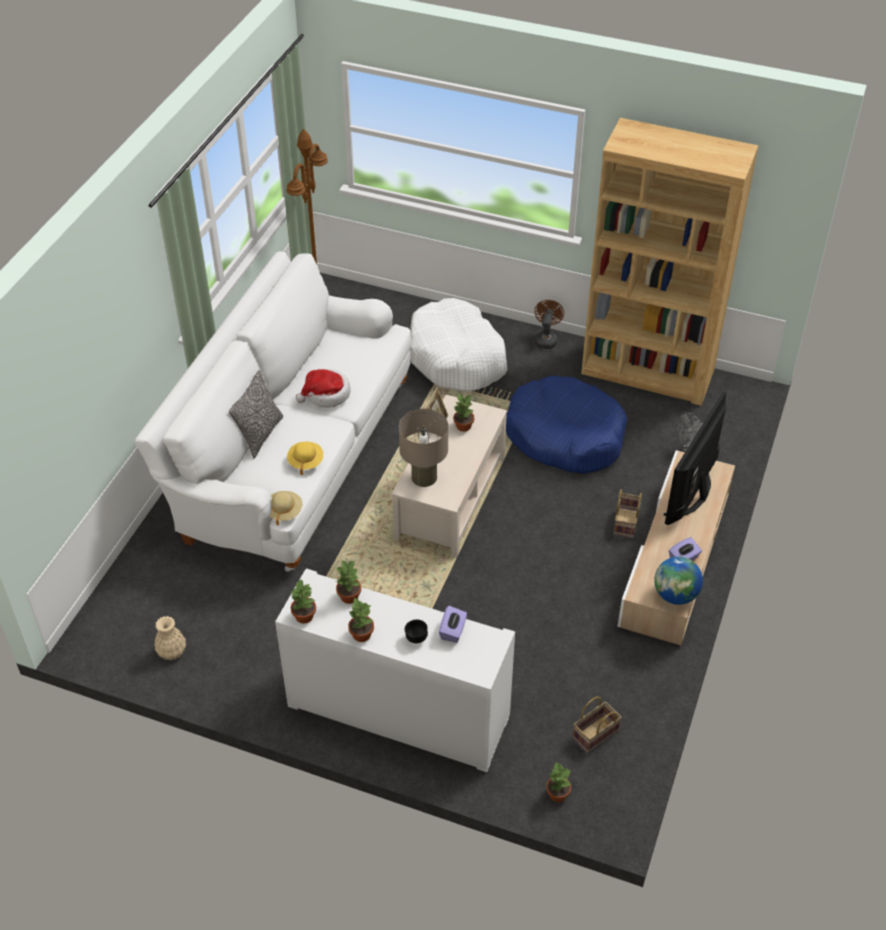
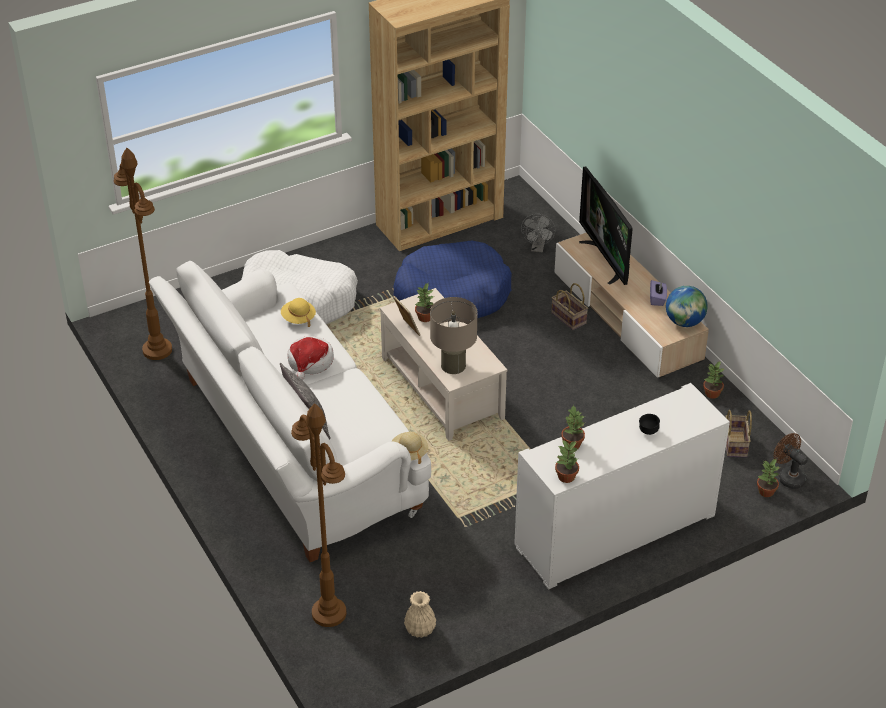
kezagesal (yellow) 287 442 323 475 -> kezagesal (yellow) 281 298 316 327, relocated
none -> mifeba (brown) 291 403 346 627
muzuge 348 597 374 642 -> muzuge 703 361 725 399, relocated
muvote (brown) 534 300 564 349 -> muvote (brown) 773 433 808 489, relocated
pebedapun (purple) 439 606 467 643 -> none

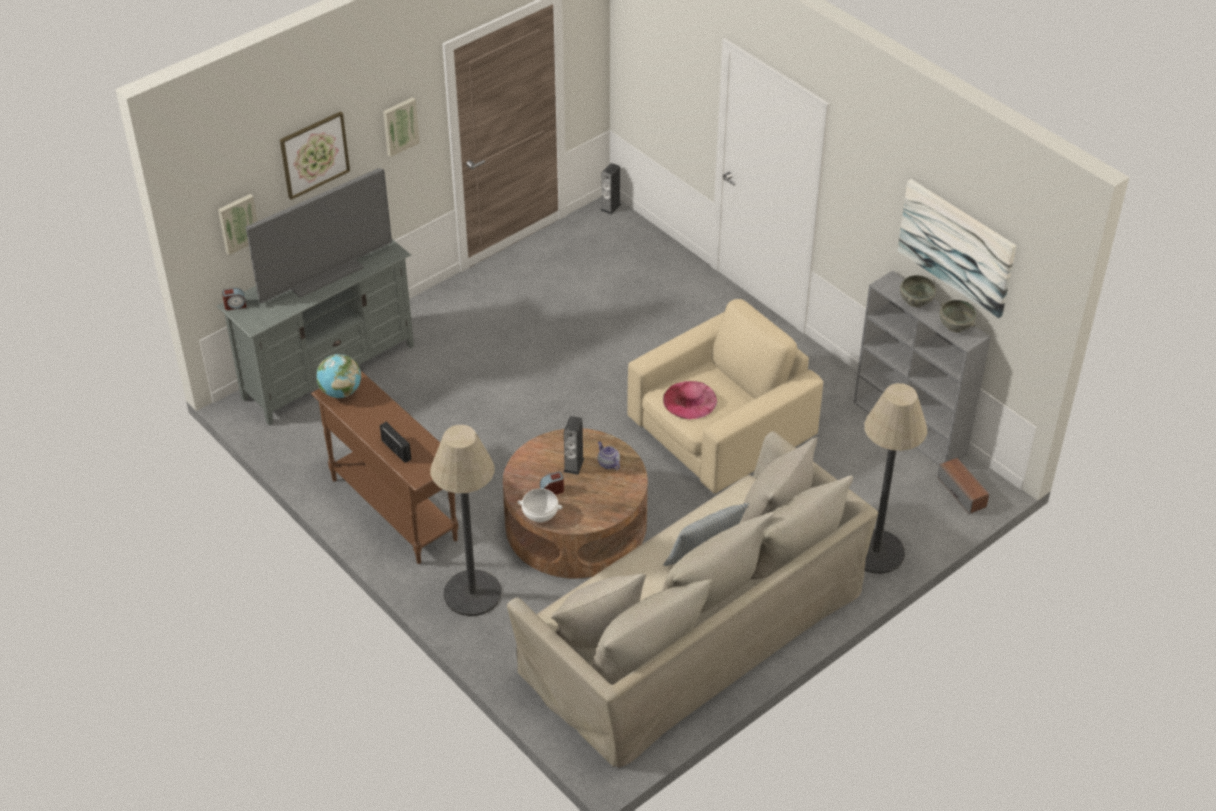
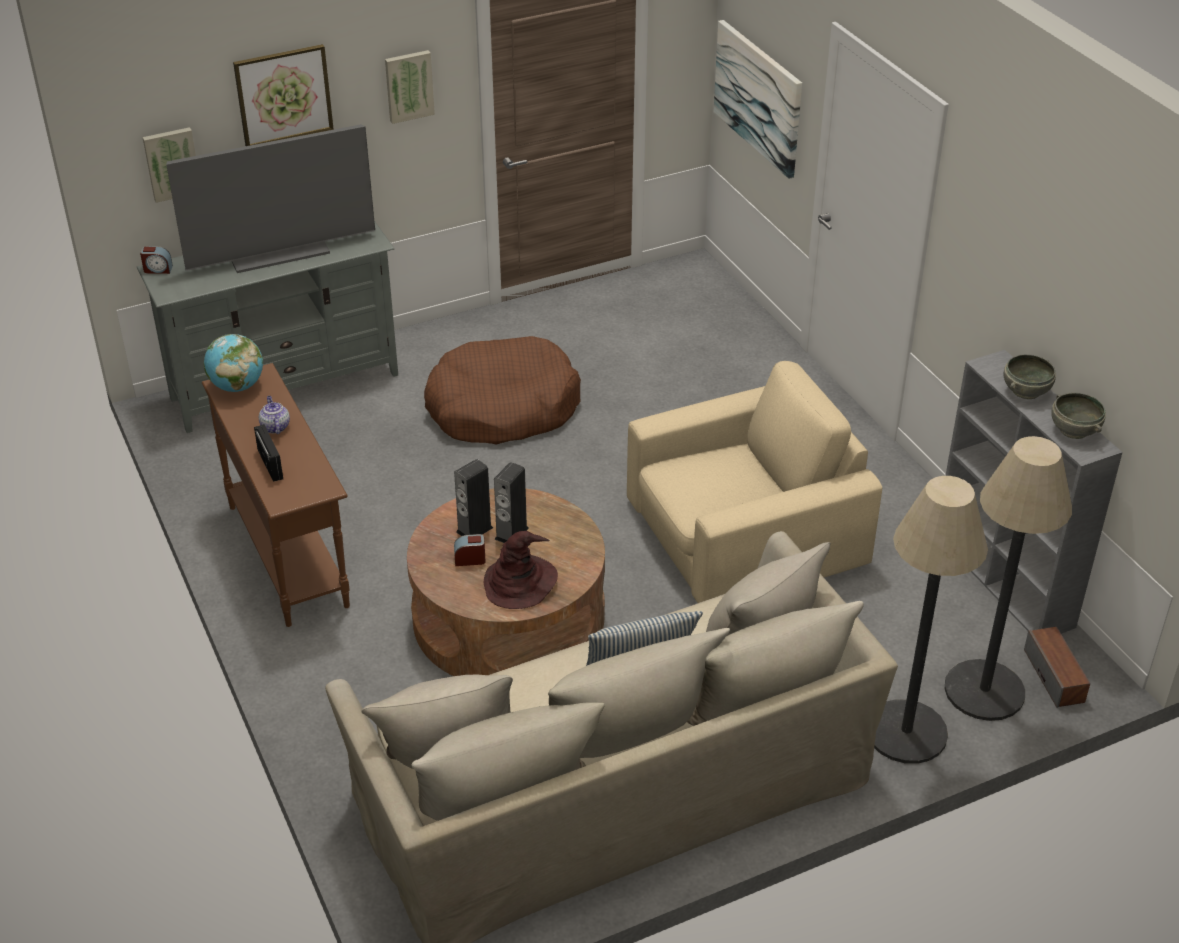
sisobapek 598 441 620 470 -> sisobapek 259 396 290 434, relocated
none -> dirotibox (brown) 424 336 581 444
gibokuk 600 163 621 215 -> gibokuk 454 459 493 536, relocated
none -> kezagesal (brown) 484 531 558 609
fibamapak 897 179 1017 318 -> fibamapak 714 20 802 179, relocated
mifeba 430 425 501 616 -> mifeba 945 436 1072 721, relocated
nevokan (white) 518 489 562 522 -> none
kezagesal (pink) 663 381 717 419 -> none

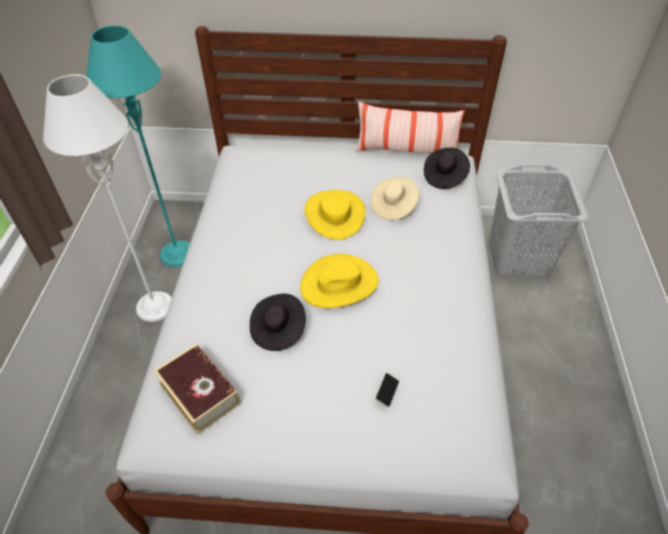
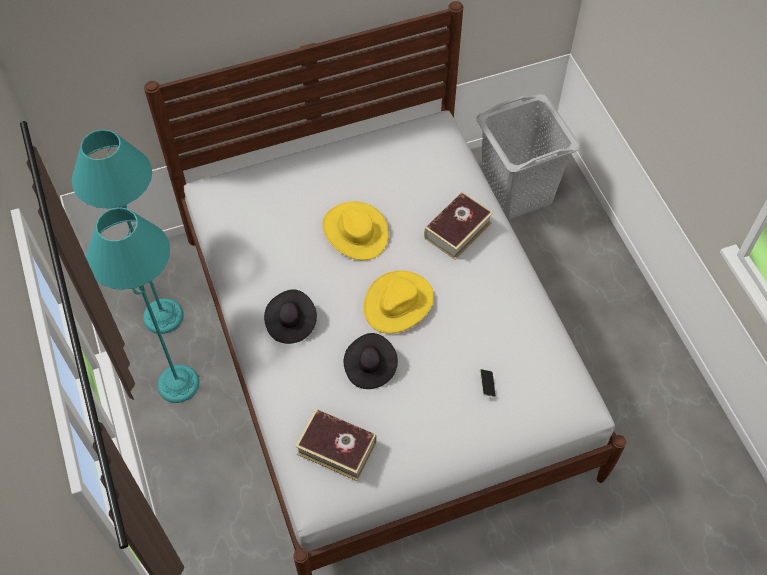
mifeba (white) 43 74 172 322 -> mifeba (turquoise) 86 207 199 403
kezagesal (black) 424 148 470 189 -> kezagesal (black) 264 289 317 344, relocated
none -> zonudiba 424 192 493 260
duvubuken 356 101 465 154 -> none
kezagesal (beige) 371 177 419 220 -> none

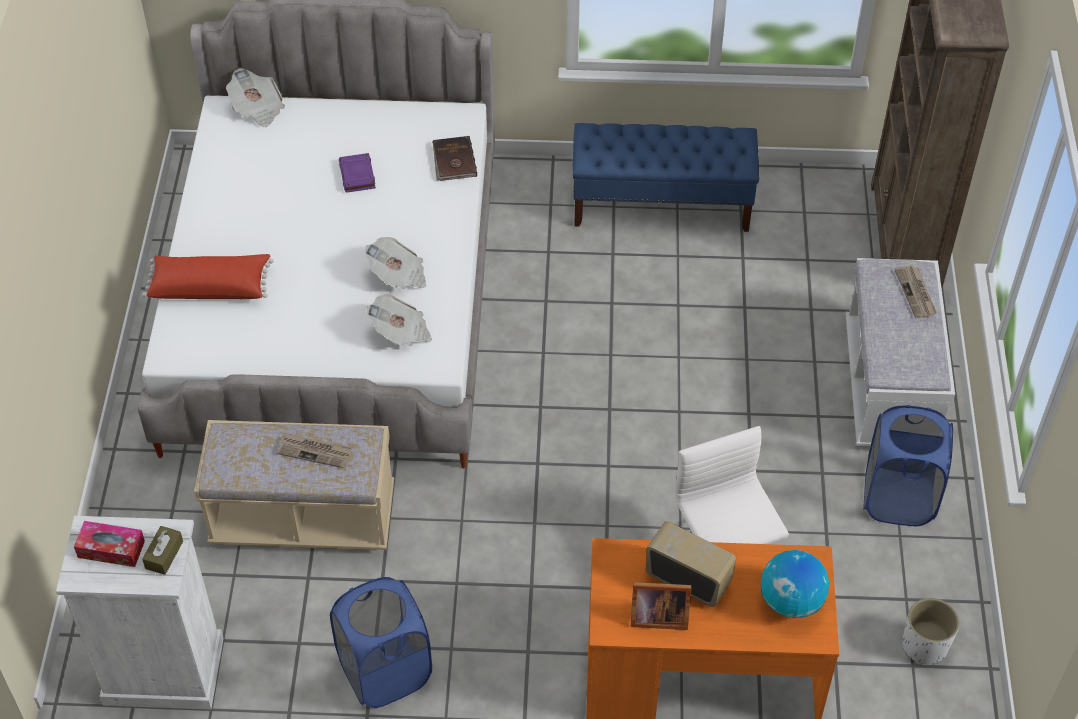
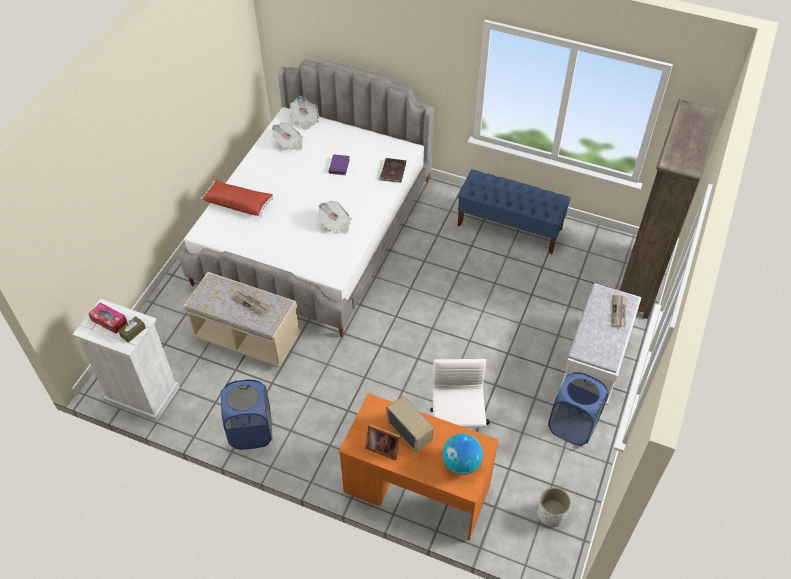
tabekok 366 294 432 346 -> tabekok 272 123 303 150, relocated

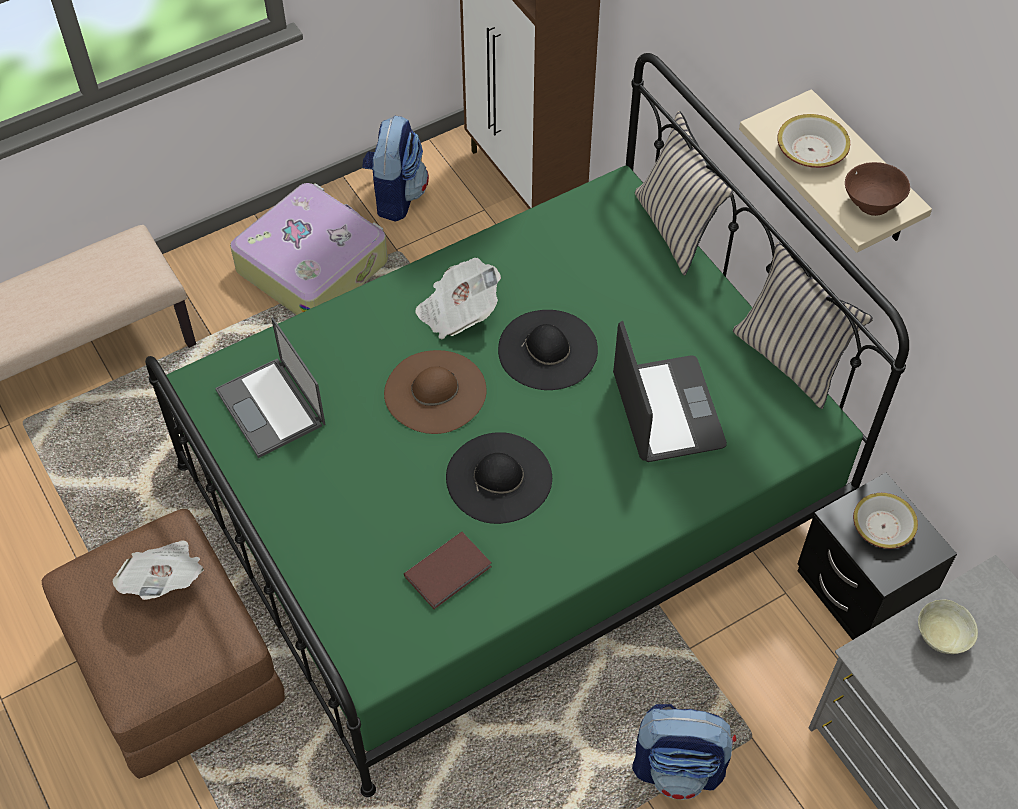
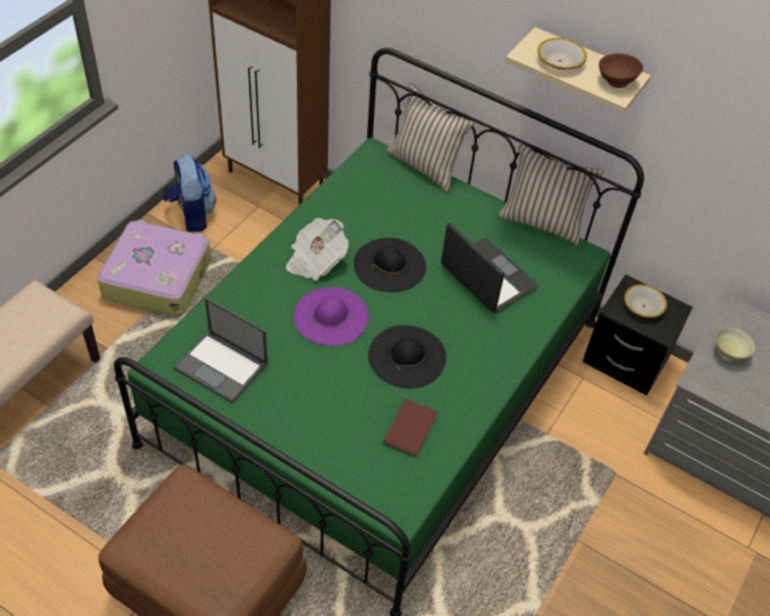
kezagesal (brown) 384 350 487 434 -> kezagesal (purple) 294 287 369 346
tabekok 113 540 204 600 -> none
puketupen 632 704 736 799 -> none

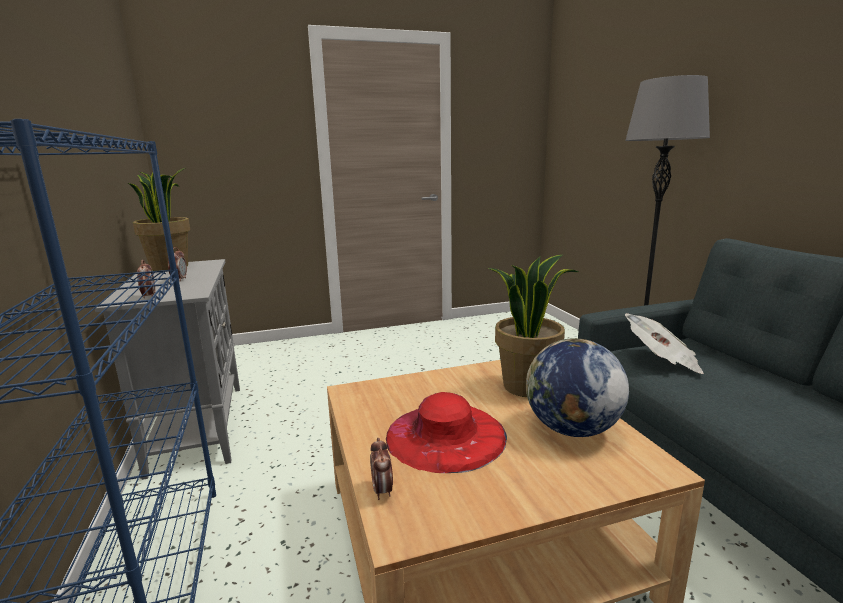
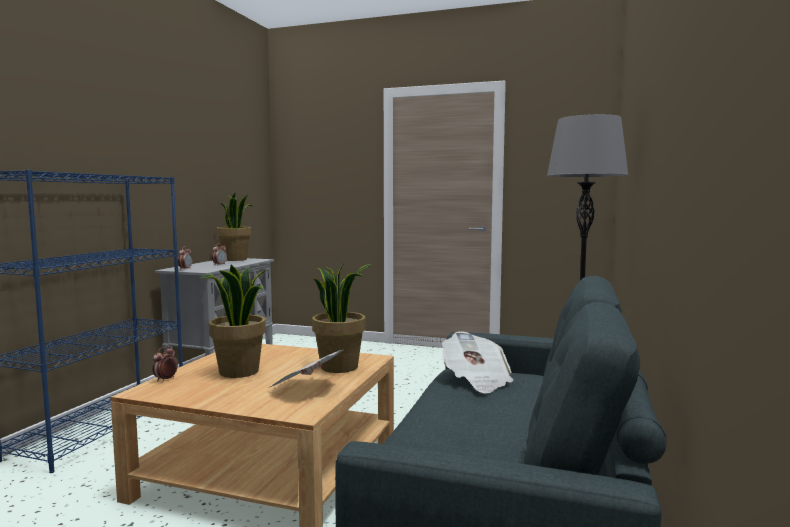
kezagesal (red) 386 392 507 473 -> muzuge 200 265 267 378
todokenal 526 338 629 437 -> tabekok 268 350 343 388

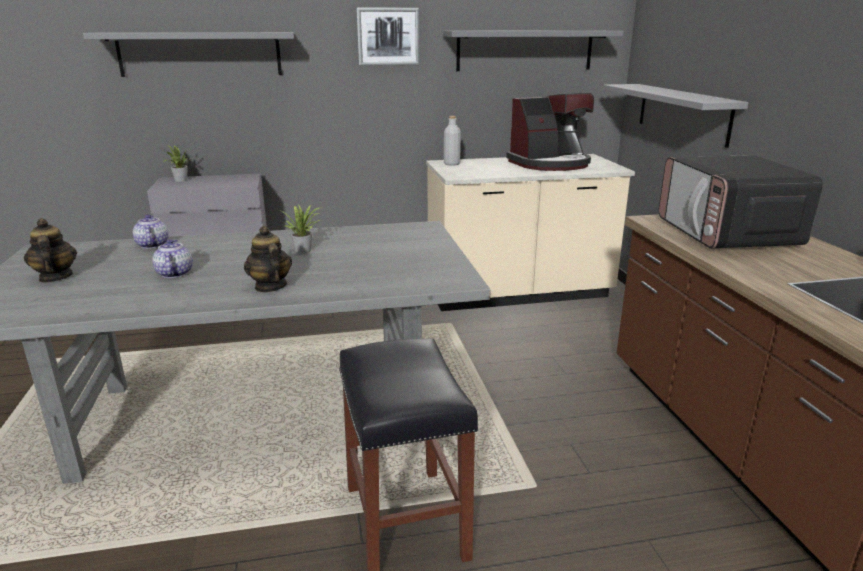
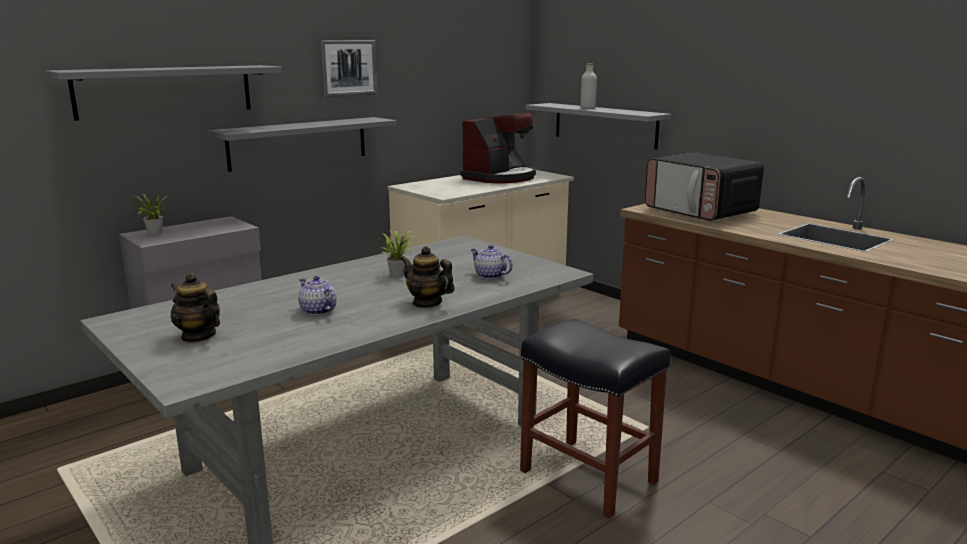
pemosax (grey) 443 31 623 71 -> pemosax (grey) 208 117 397 172, relocated
sisobapek 133 214 169 249 -> sisobapek 470 245 513 279, relocated
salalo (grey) 444 116 461 166 -> salalo (grey) 580 63 597 109, relocated

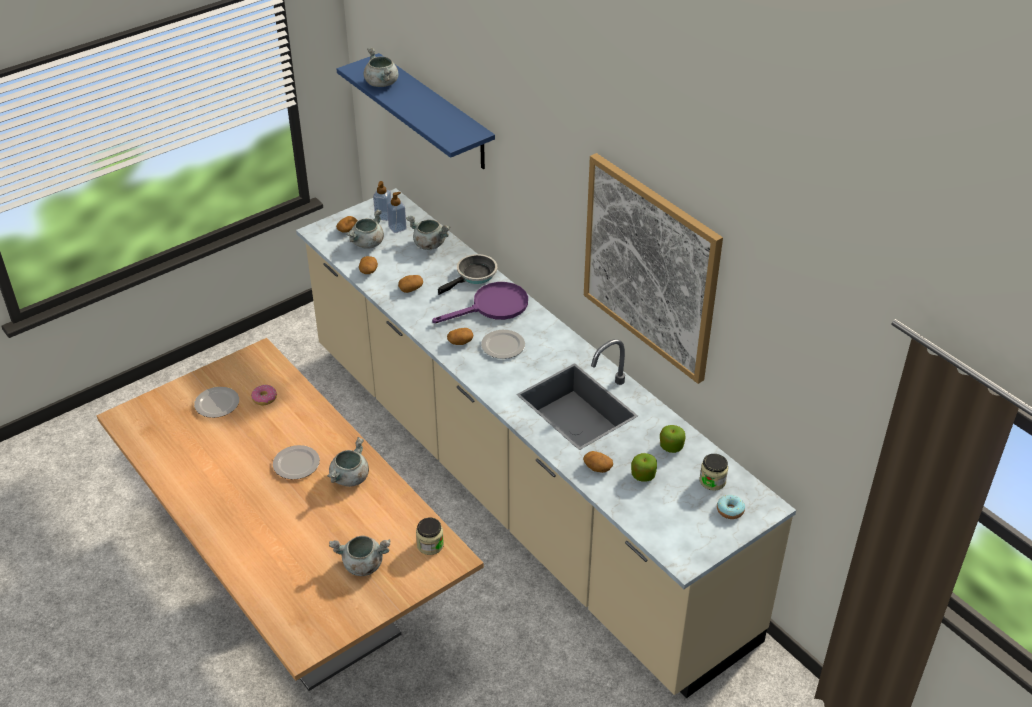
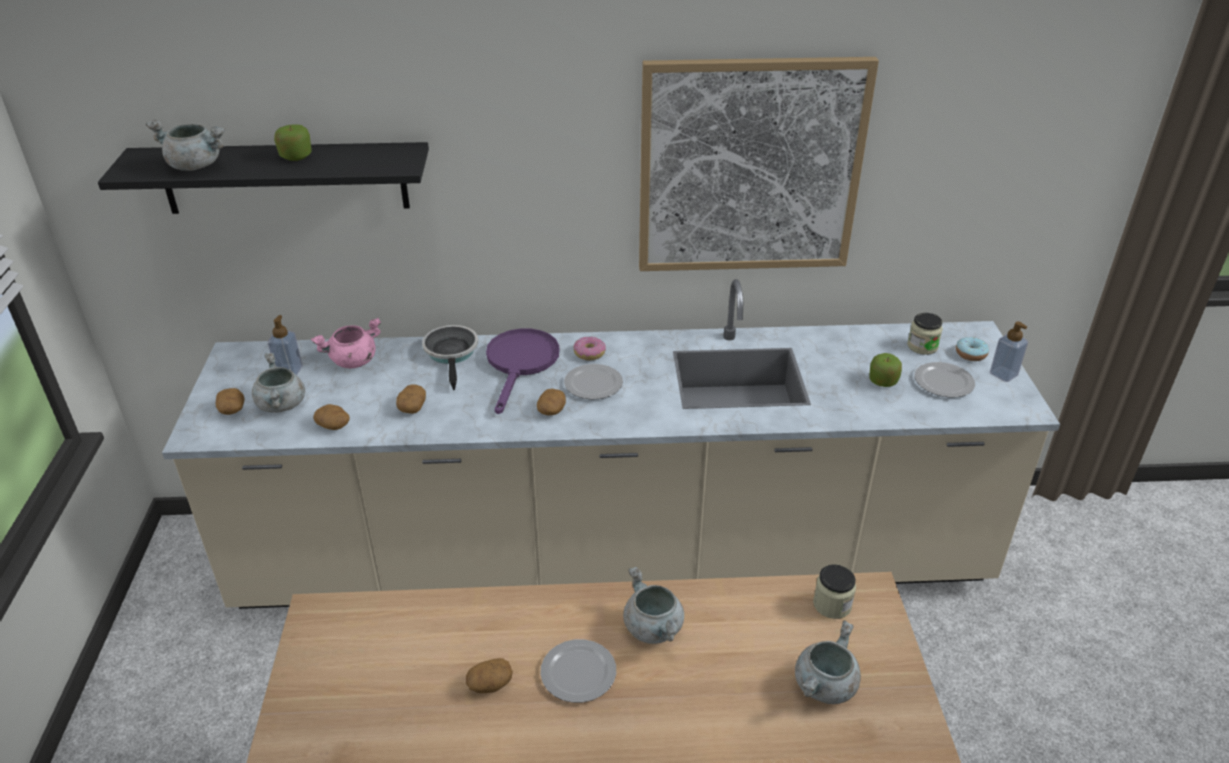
pemosax (blue) 336 53 495 169 -> pemosax (black) 98 142 429 214
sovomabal 660 425 686 453 -> sovomabal 274 124 312 161, relocated
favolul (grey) 406 216 450 250 -> favolul (pink) 311 318 381 369
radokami 583 451 613 473 -> radokami 466 658 513 693, relocated
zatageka 251 385 277 405 -> zatageka 574 336 606 360, relocated
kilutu 194 387 239 418 -> kilutu 914 362 975 397, relocated
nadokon 373 181 391 221 -> nadokon 990 321 1028 382, relocated

